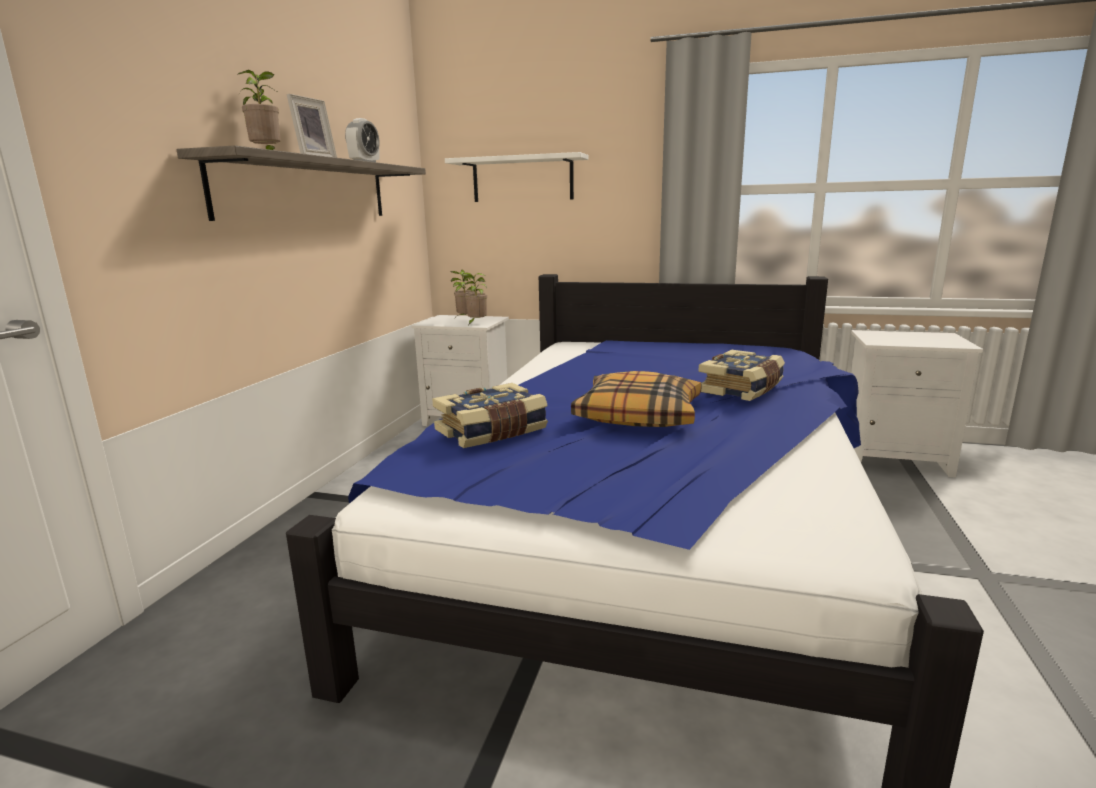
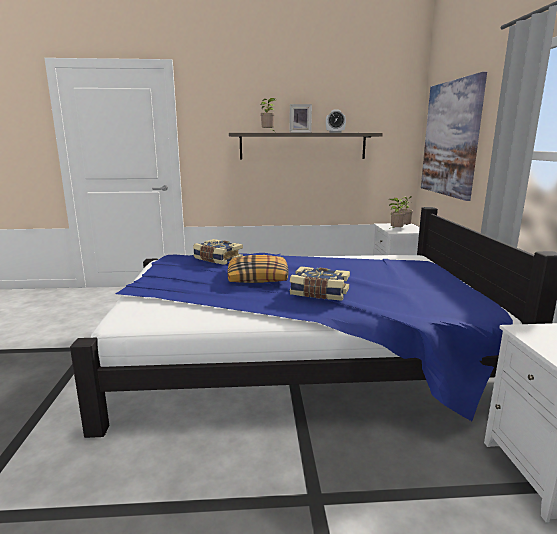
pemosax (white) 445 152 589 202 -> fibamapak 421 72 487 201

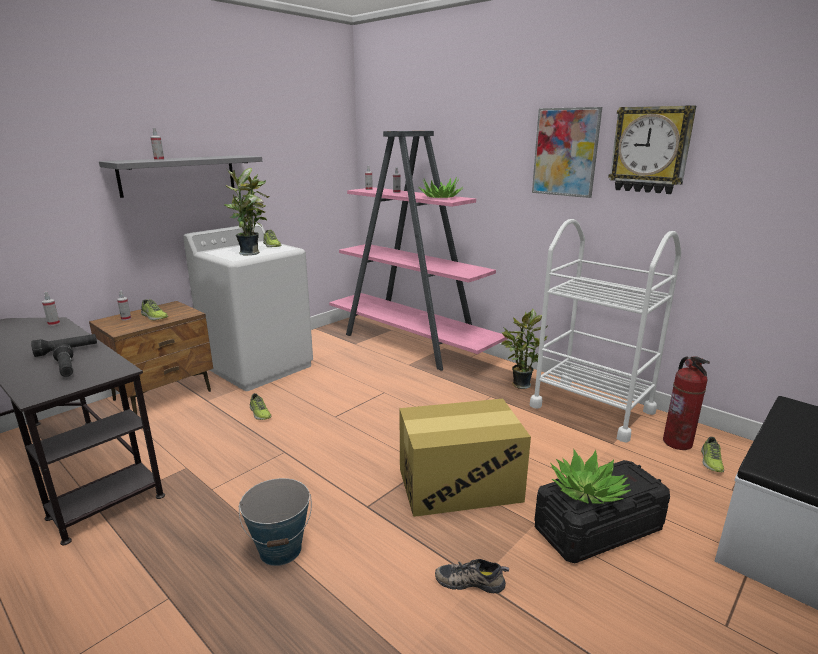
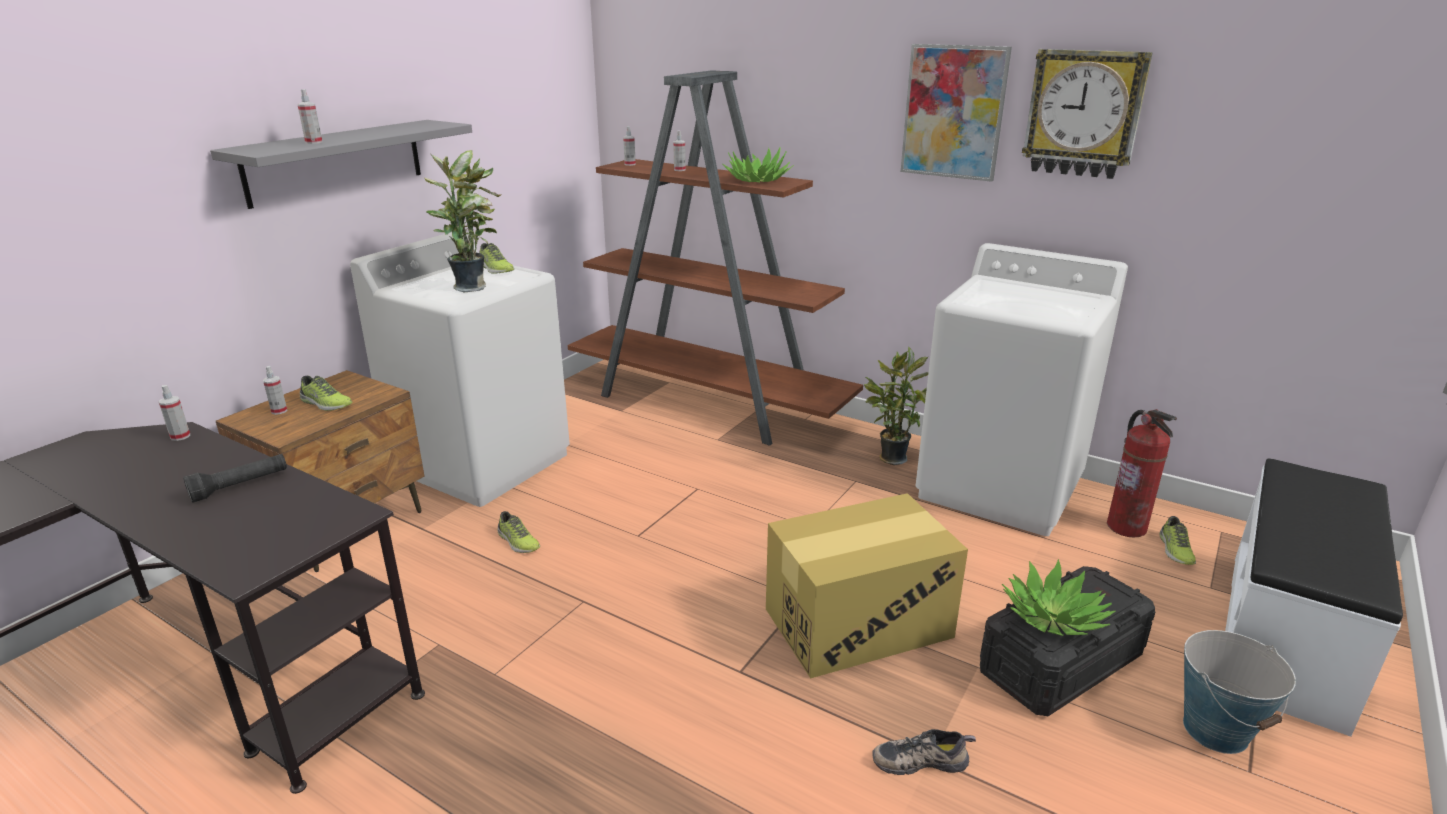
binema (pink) 329 131 508 371 -> binema (brown) 568 70 863 446
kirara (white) 530 219 681 443 -> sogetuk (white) 916 243 1128 536
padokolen 239 478 312 566 -> padokolen 1183 630 1296 754, relocated
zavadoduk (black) 53 344 73 377 -> none

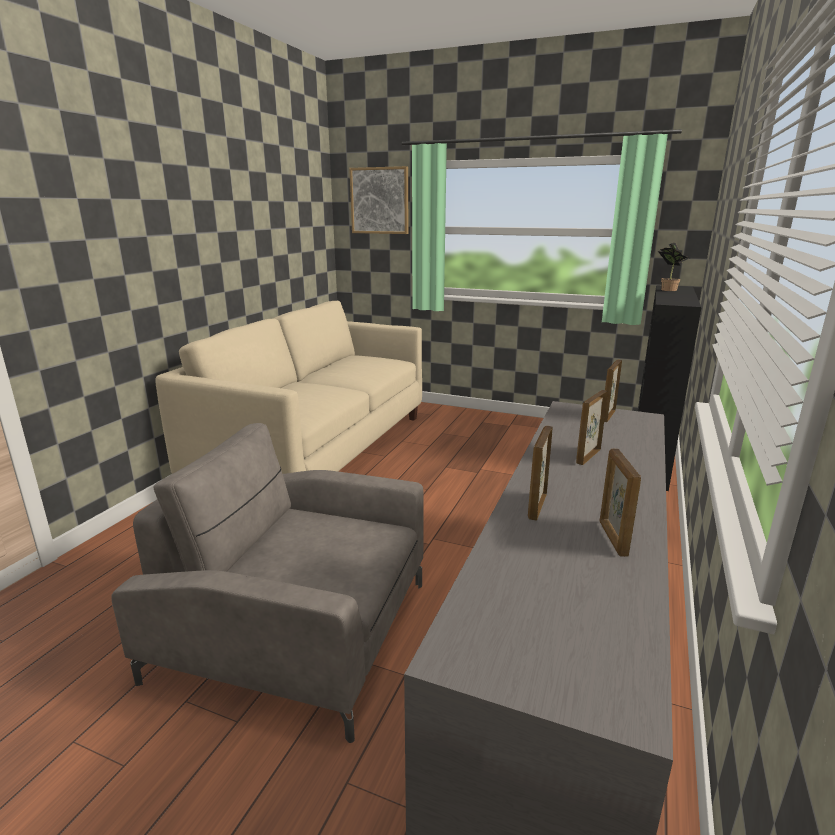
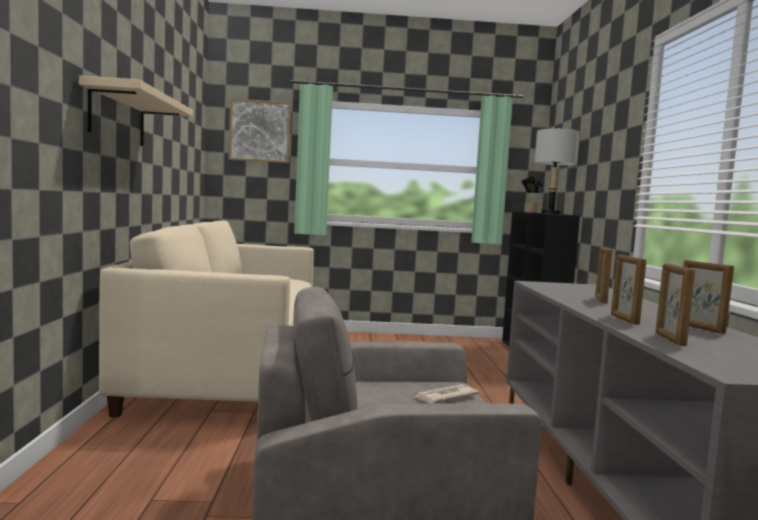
none -> pemosax (beige) 79 76 193 146
none -> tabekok 413 384 479 403
none -> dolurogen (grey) 534 128 579 214
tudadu 604 360 622 422 -> tudadu 656 263 695 346, relocated

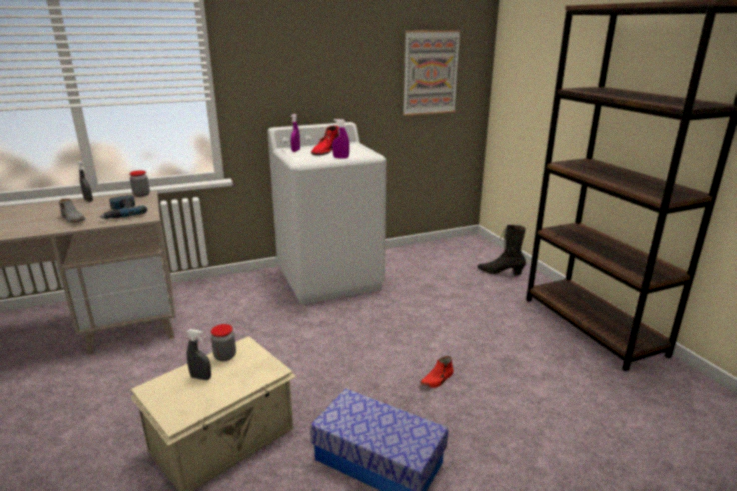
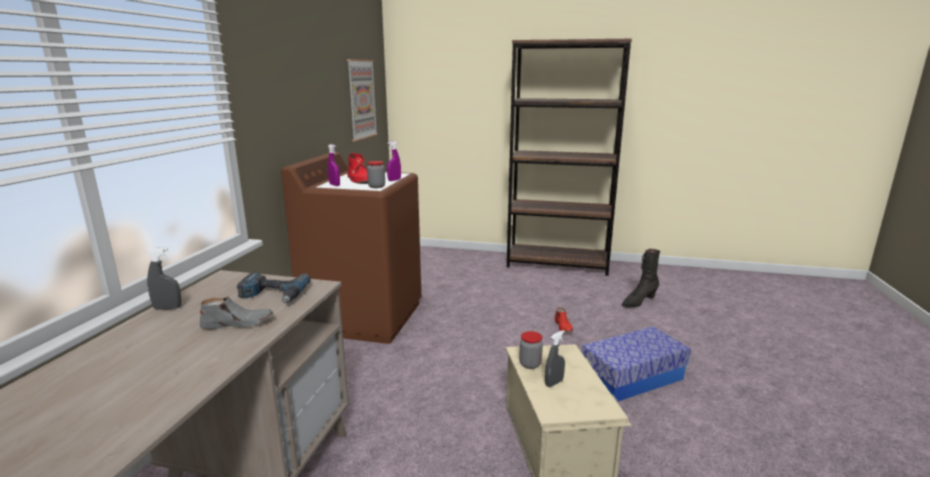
sogetuk (white) 267 122 386 305 -> sogetuk (brown) 281 152 421 344
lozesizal 129 170 150 197 -> lozesizal 367 161 385 188, relocated
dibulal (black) 478 225 526 275 -> dibulal (black) 621 249 660 308, relocated

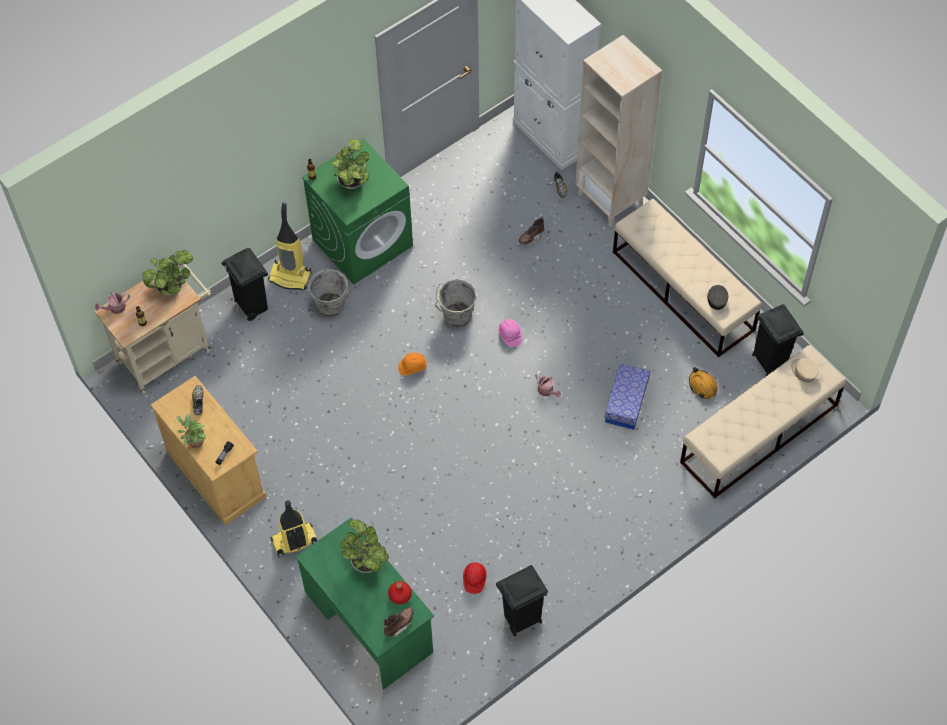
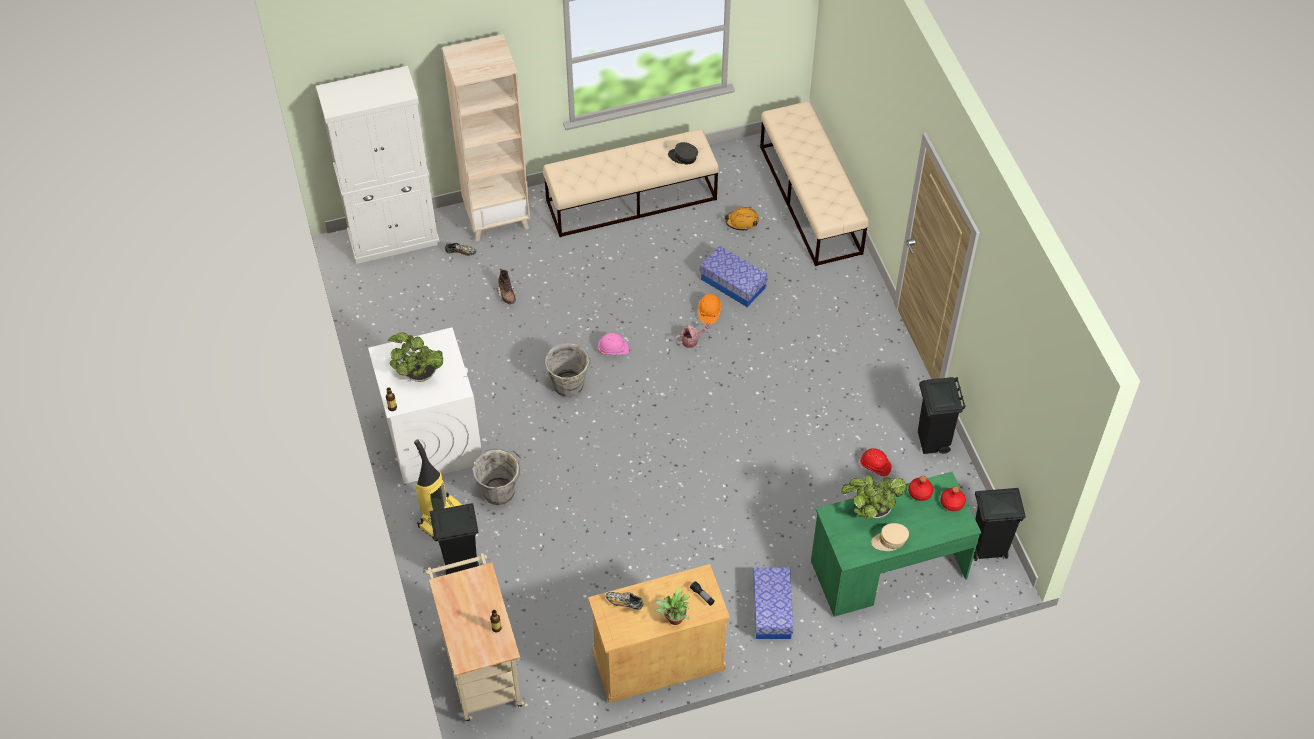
sogetuk (green) 302 139 413 285 -> sogetuk (white) 368 328 482 484
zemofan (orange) 398 352 427 375 -> zemofan (orange) 698 294 721 324, relocated
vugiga 271 500 317 557 -> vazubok 753 567 793 639
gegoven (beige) 791 358 819 383 -> gegoven (beige) 871 523 909 551, relocated
dibulal (brown) 384 607 414 637 -> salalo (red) 941 486 966 511
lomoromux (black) 752 304 804 376 -> lomoromux (black) 974 488 1026 561, relocated
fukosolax 95 291 130 314 -> none
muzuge 143 250 193 295 -> none

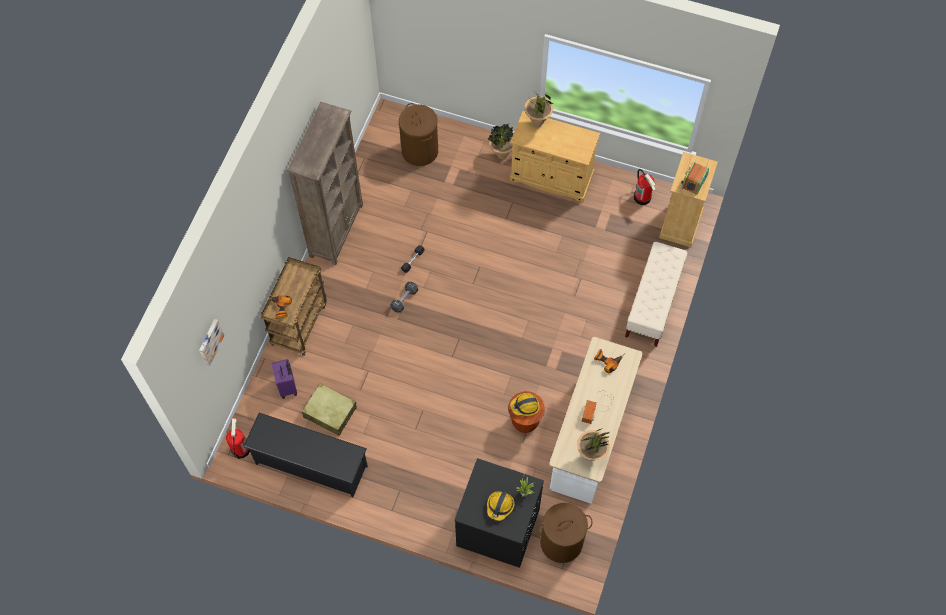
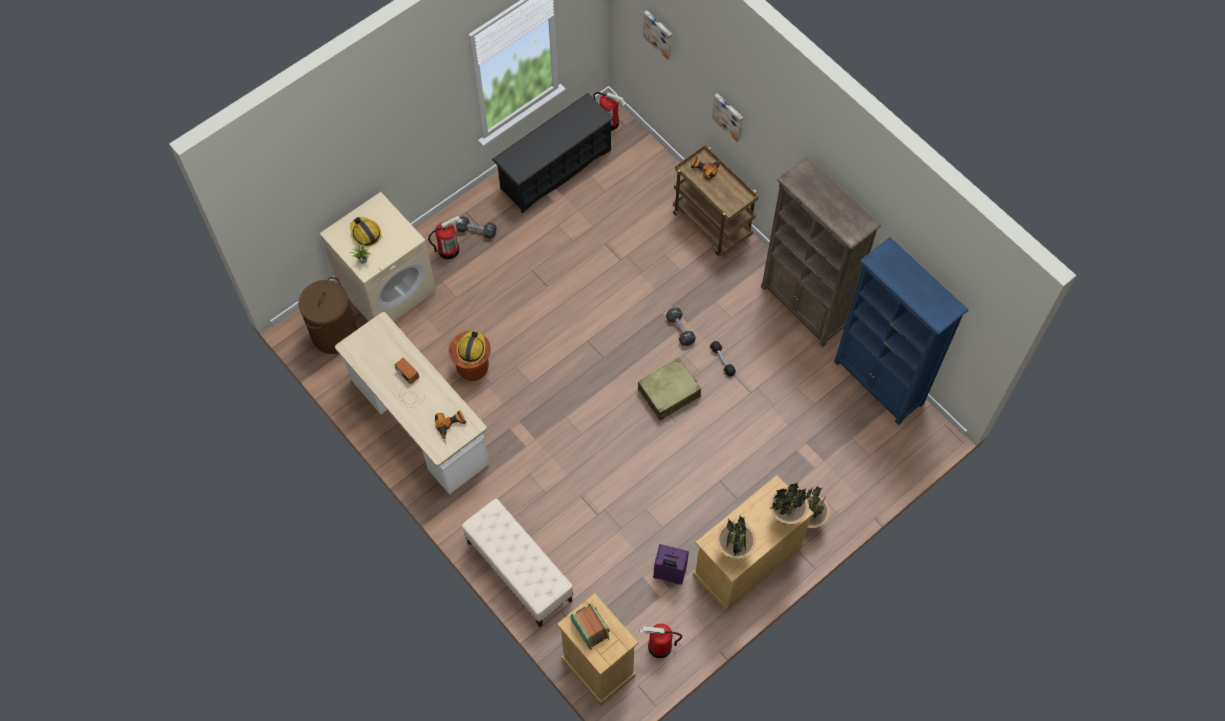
sogetuk (black) 454 458 544 568 -> sogetuk (beige) 319 192 436 322
none -> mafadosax 428 216 462 260
none -> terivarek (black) 456 216 496 239
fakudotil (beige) 302 383 357 436 -> fakudotil (beige) 638 358 701 420, relocated
fakudotil (purple) 272 359 297 399 -> fakudotil (purple) 653 544 689 584, relocated
none -> fibamapak 712 93 743 142
muzuge 577 428 610 461 -> muzuge 717 516 756 559, relocated
none -> binema (blue) 834 237 968 425
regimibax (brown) 399 103 438 166 -> none

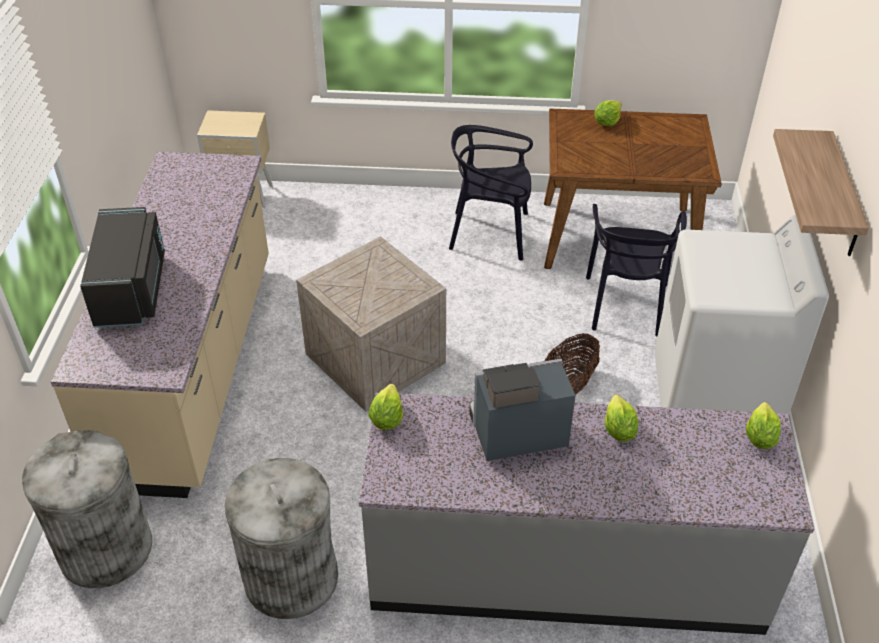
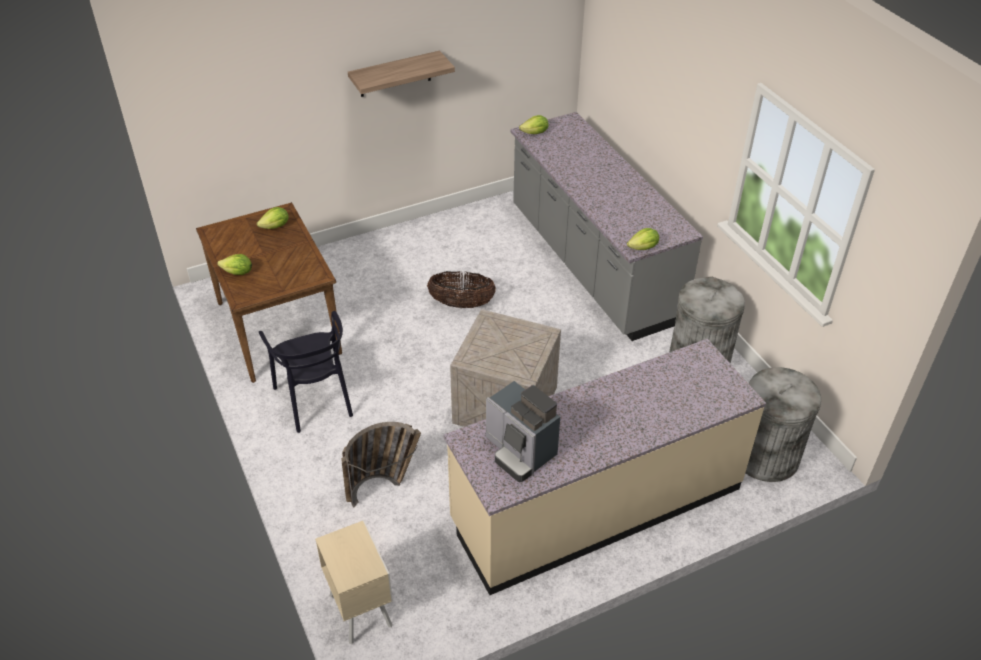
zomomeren 605 394 638 442 -> zomomeren 257 207 289 229, relocated
none -> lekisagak 341 422 421 507
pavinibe 469 358 576 461 -> pavinibe 486 381 560 482, relocated
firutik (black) 80 207 165 328 -> none
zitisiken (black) 586 204 687 336 -> none
sogetuk (white) 655 215 829 416 -> none

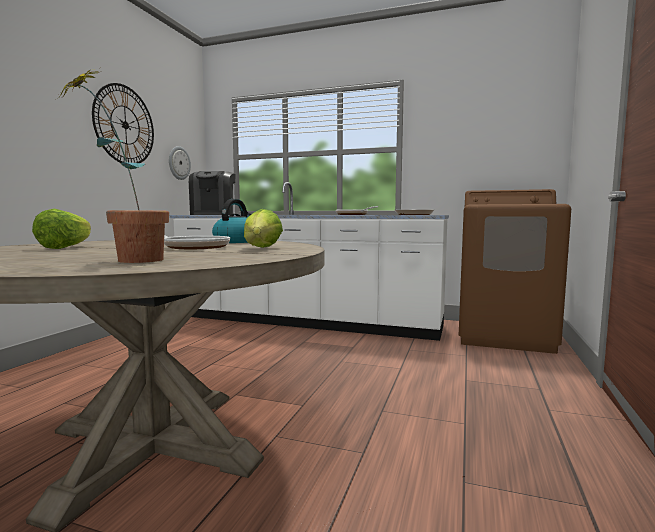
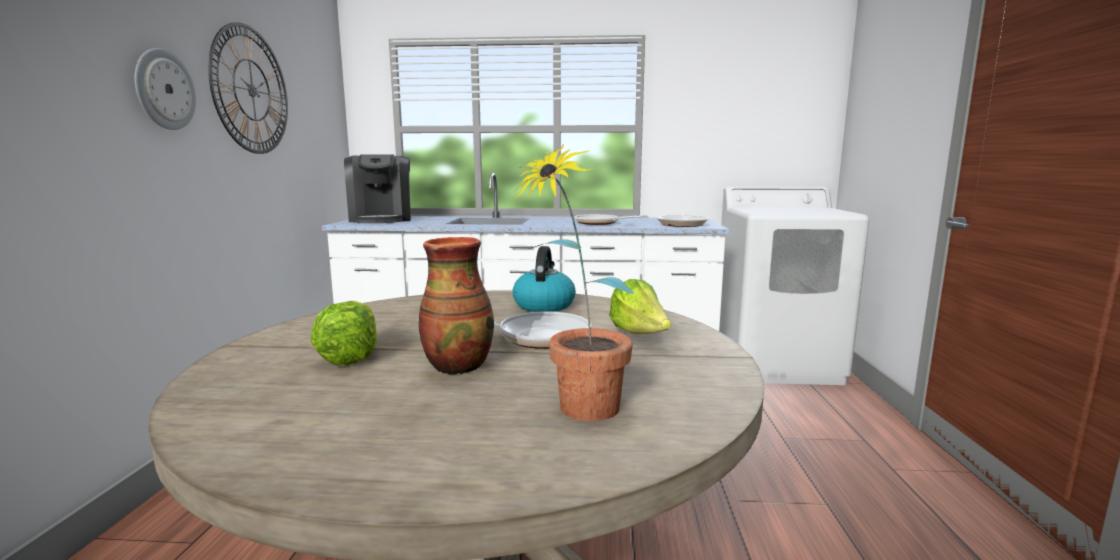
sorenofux 169 146 191 180 -> sorenofux 135 48 196 130, relocated
none -> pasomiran 419 237 494 374
sogetuk (brown) 459 189 571 354 -> sogetuk (white) 719 186 870 385

